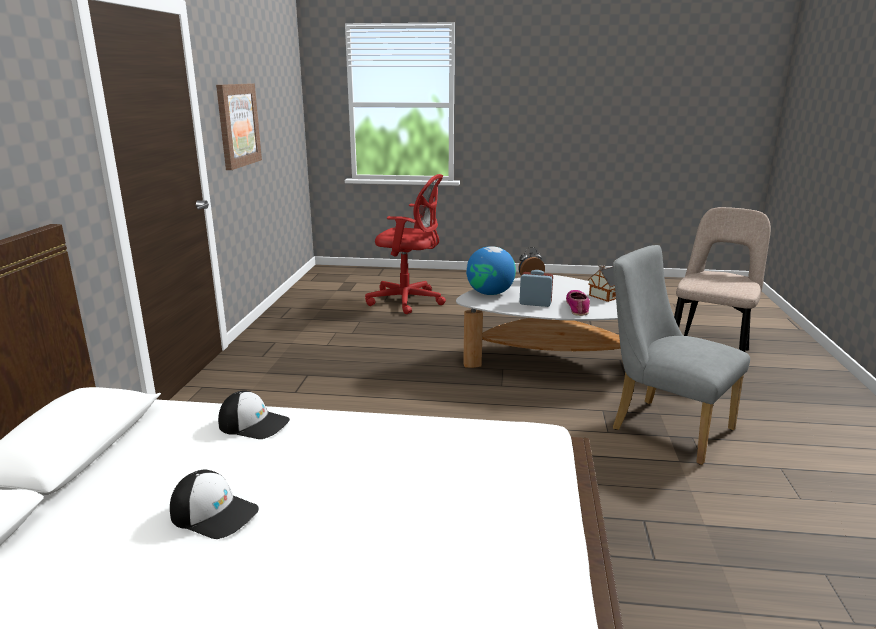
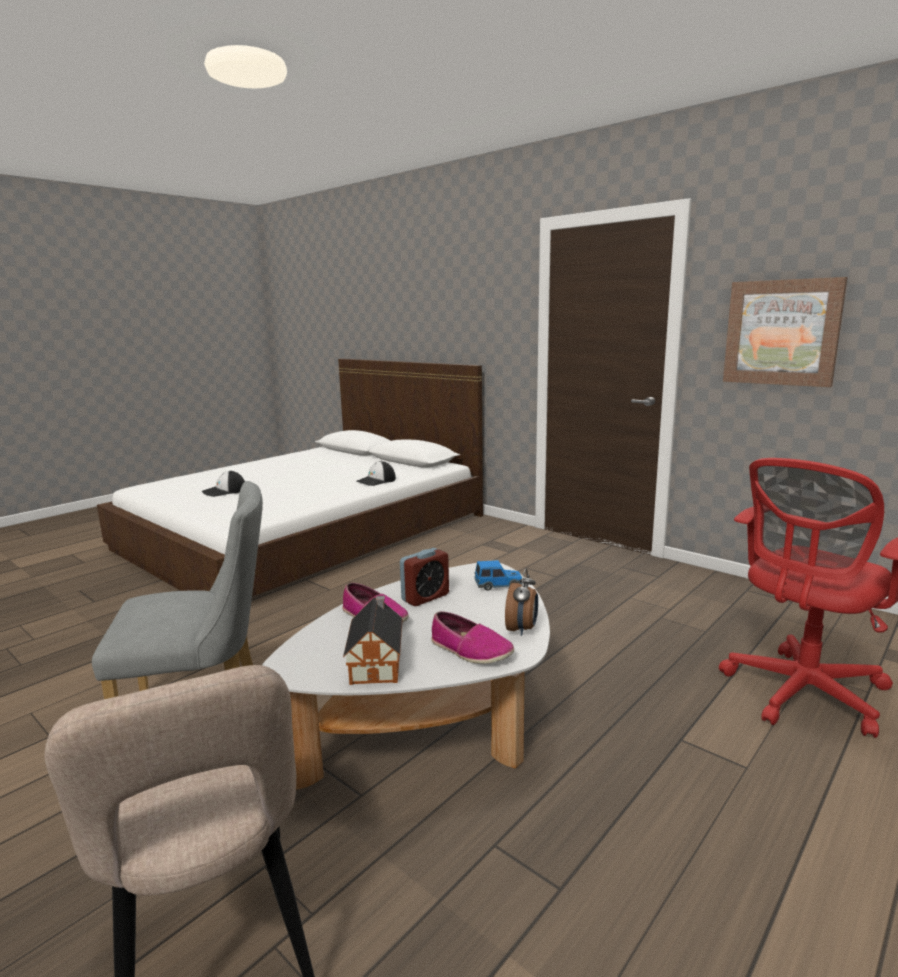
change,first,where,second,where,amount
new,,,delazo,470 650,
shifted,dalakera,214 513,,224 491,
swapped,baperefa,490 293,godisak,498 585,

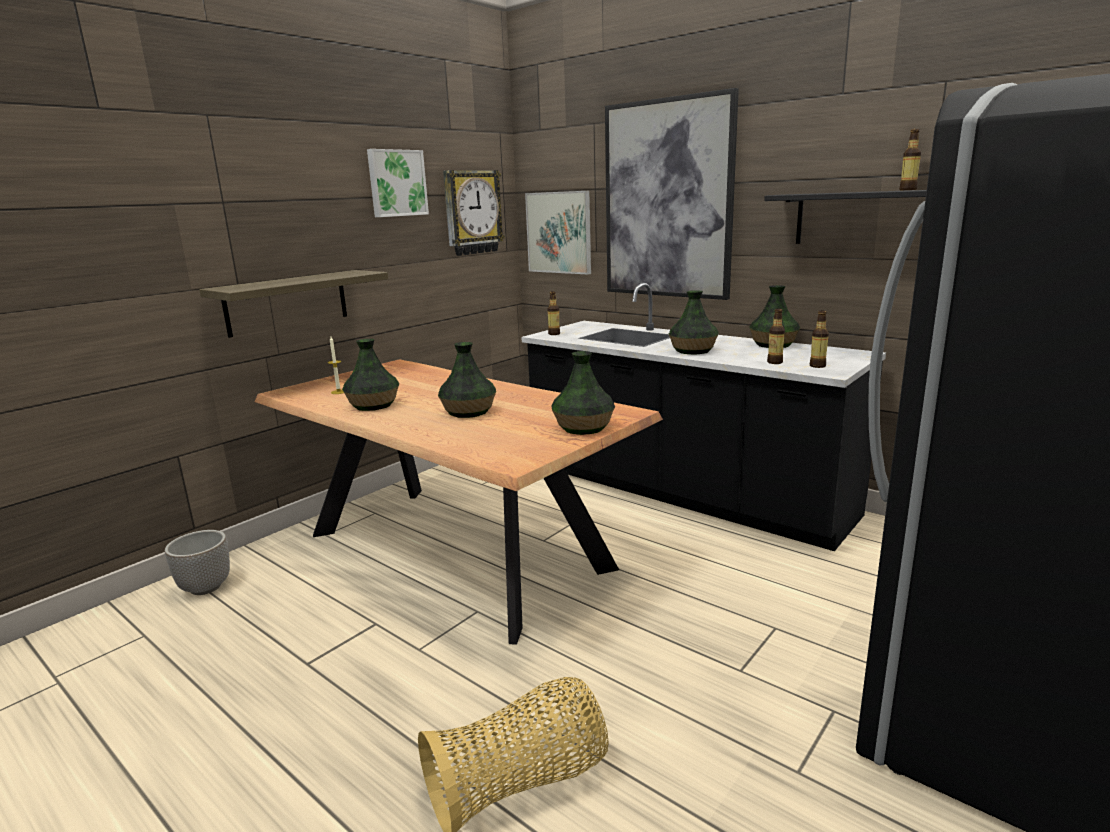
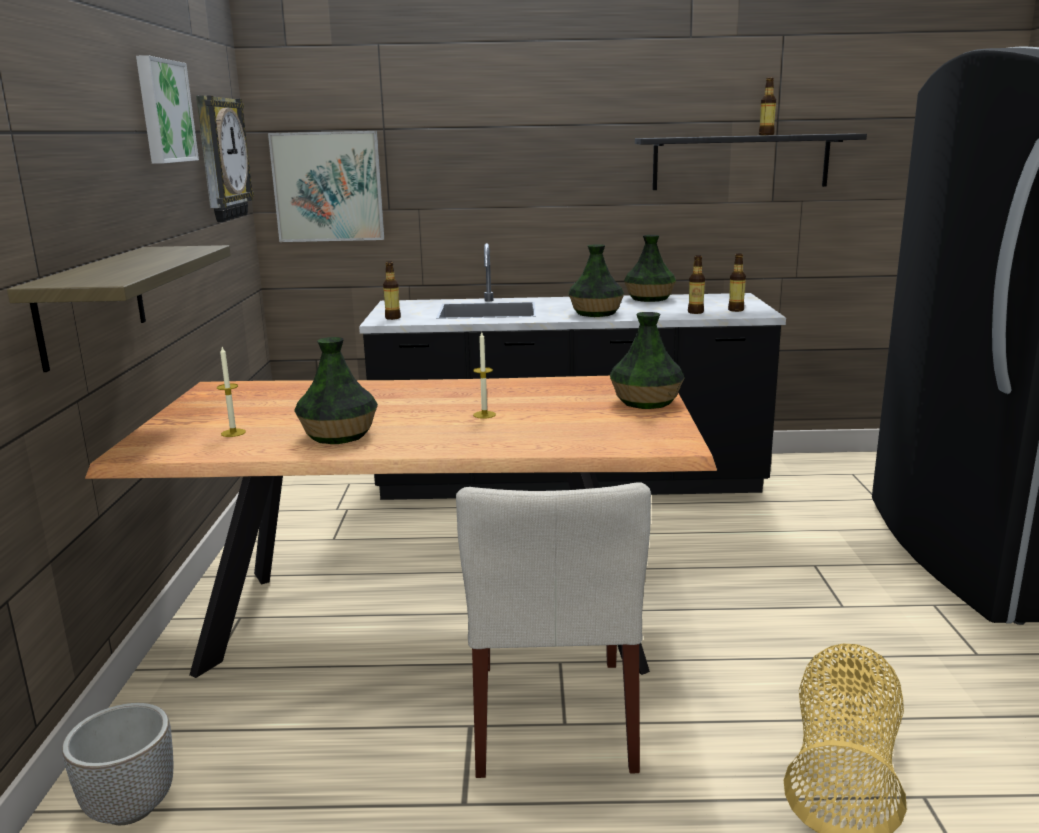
change,first,where,second,where,amount
gone,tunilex,667 200,,,
new,,,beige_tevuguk,553 716,
swapped,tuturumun,468 411,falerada,484 414,

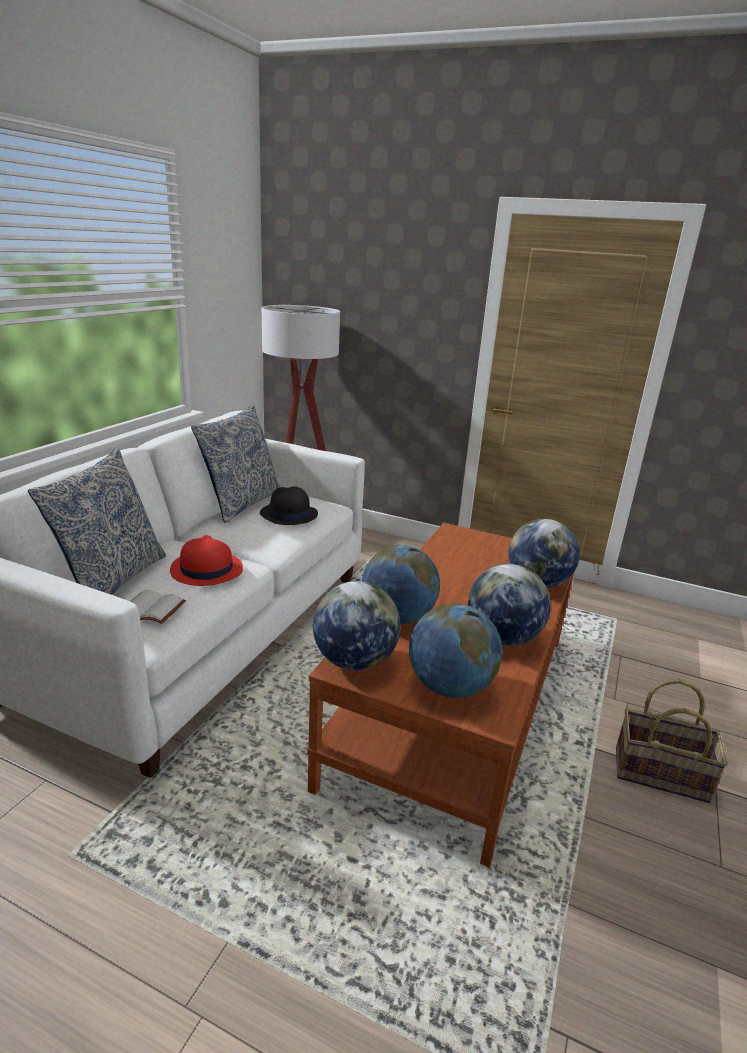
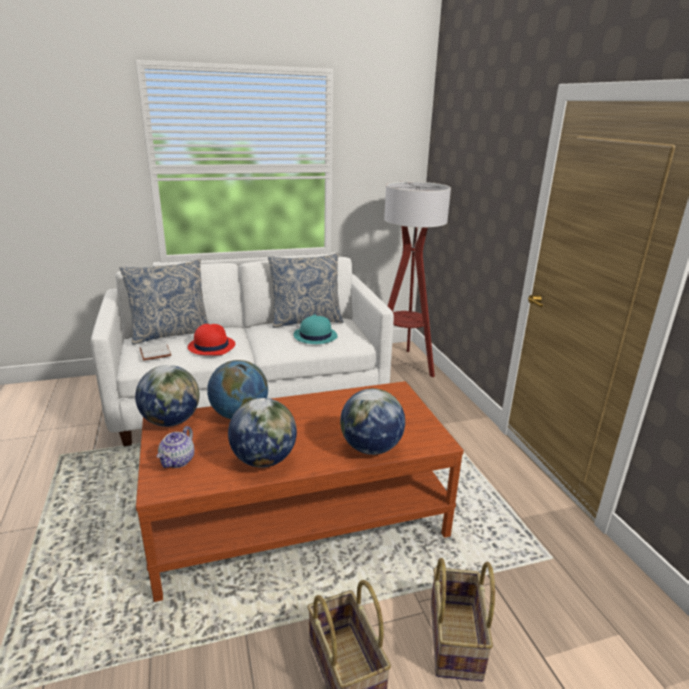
change,first,where,second,where,amount
new,,,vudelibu,456 639,
swapped,baperefa,450 687,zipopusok,178 461,
repainted,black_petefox,288 514,turquoise_petefox,315 336,

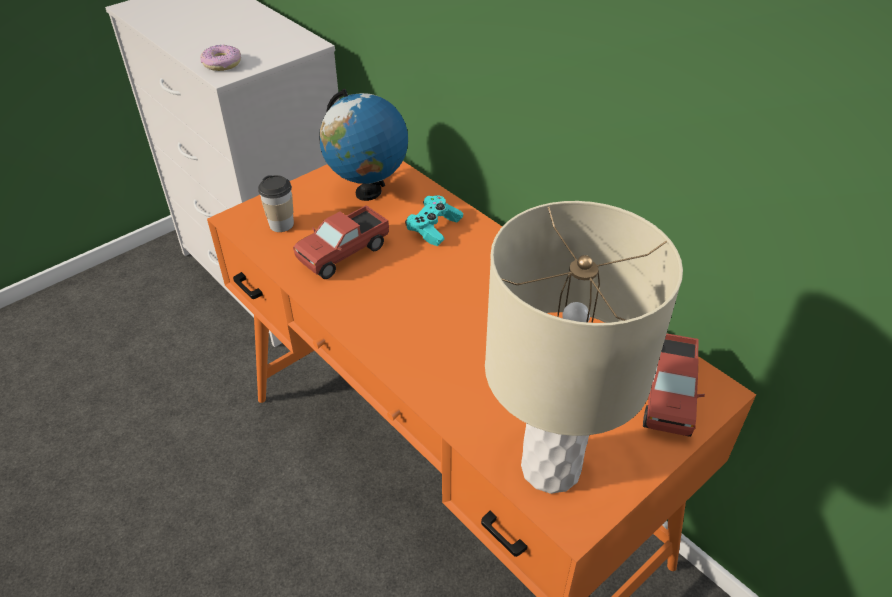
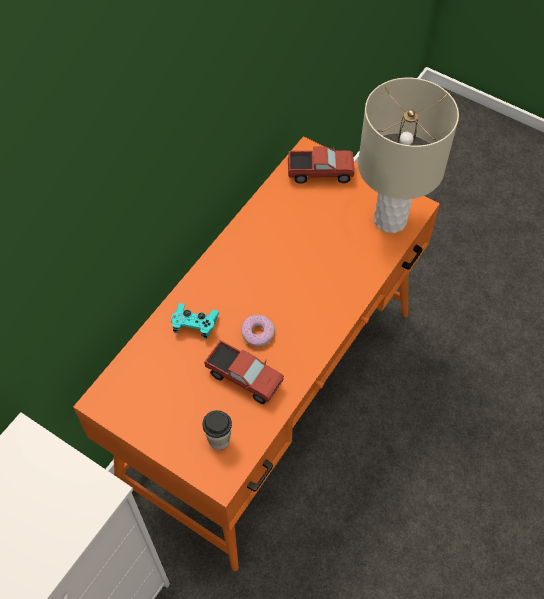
change,first,where,second,where,amount
gone,baperefa,368 193,,,
shifted,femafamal,222 64,,258 333,

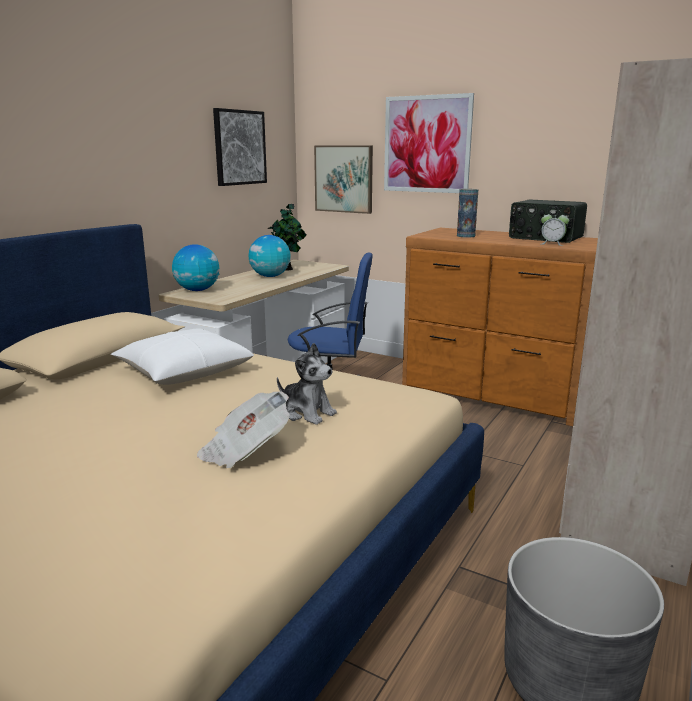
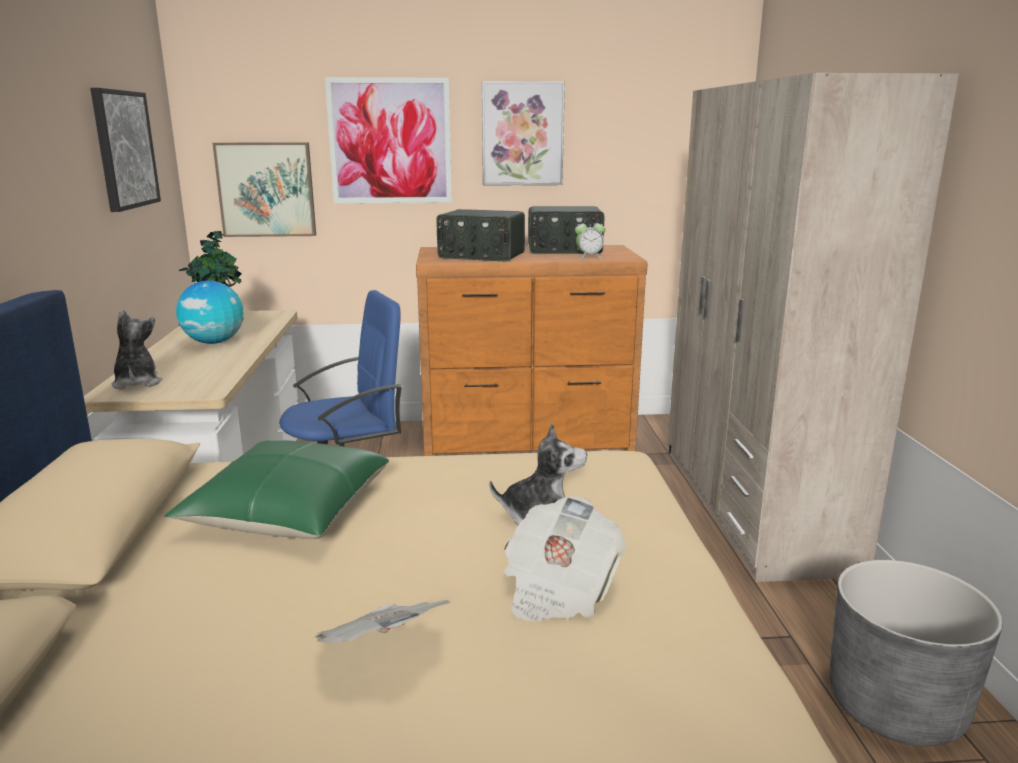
change,first,where,second,where,amount
new,,,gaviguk,384 650,
new,,,tunilex,522 134,
swapped,baperefa,197 290,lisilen,137 383,
swapped,tuturumun,466 236,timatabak,481 256,
repainted,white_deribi,184 372,green_deribi,288 512,

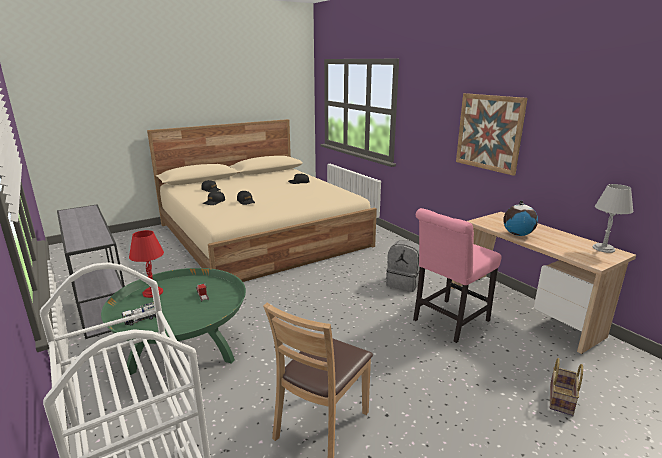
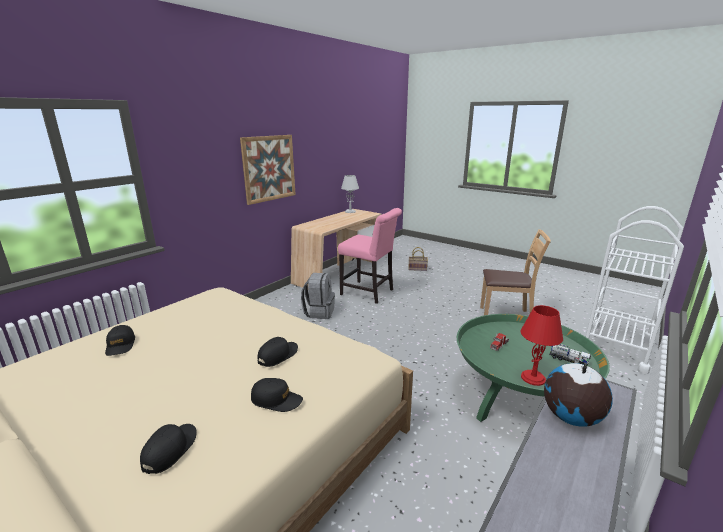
change,first,where,second,where,amount
shifted,baperefa,517 234,,570 418,

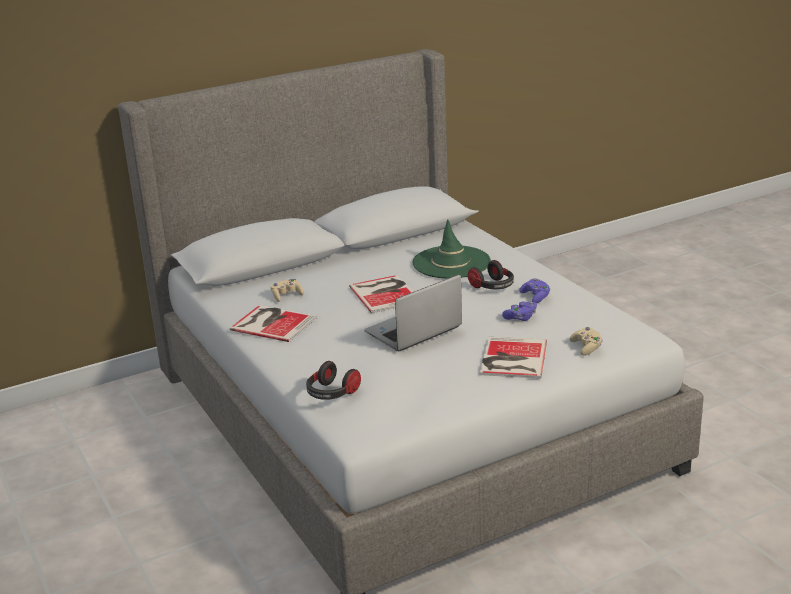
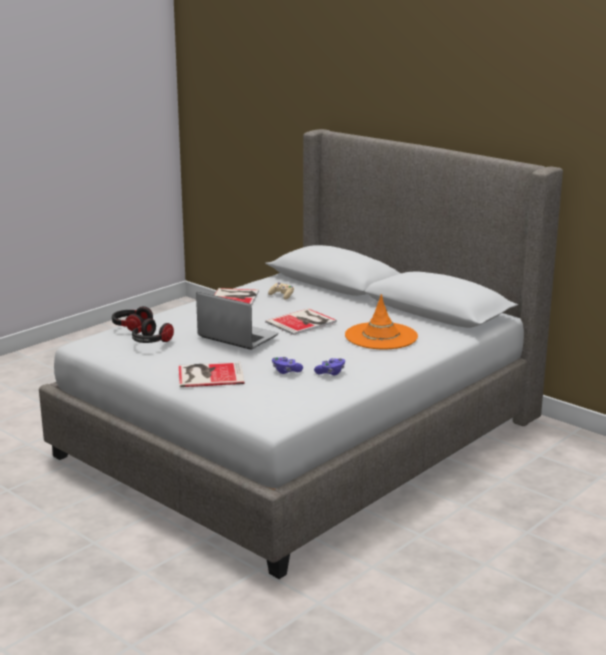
change,first,where,second,where,amount
gone,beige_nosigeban,586 348,,,
shifted,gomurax,493 287,,151 342,
repainted,green_petefox,451 263,orange_petefox,381 336,

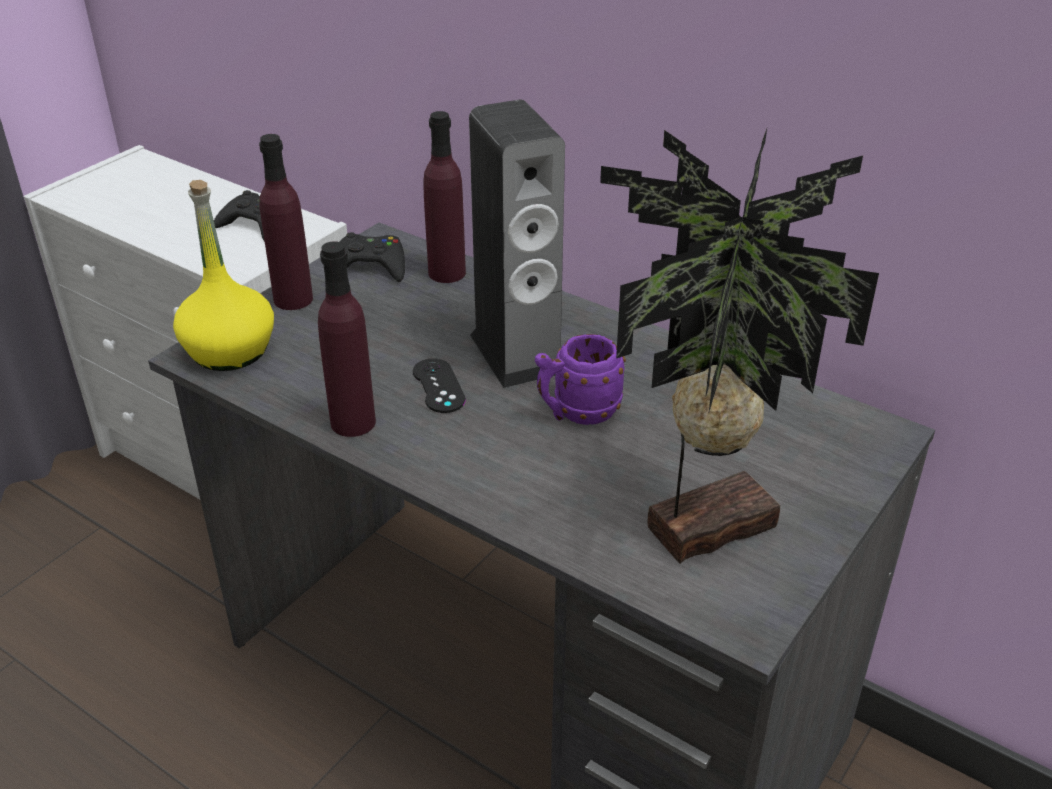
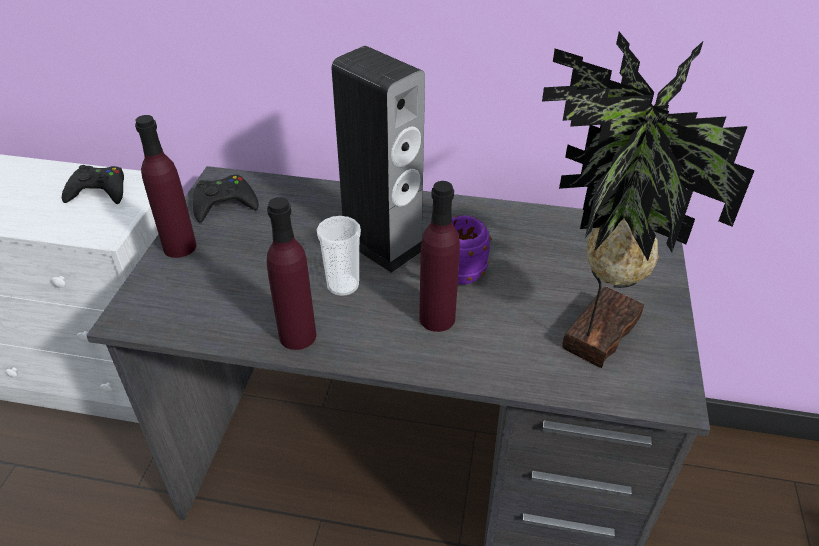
change,first,where,second,where,amount
gone,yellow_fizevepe,230 350,,,
shifted,purple_fizevepe,447 273,,437 318,
swapped,black_nosigeban,438 386,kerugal,343 285,

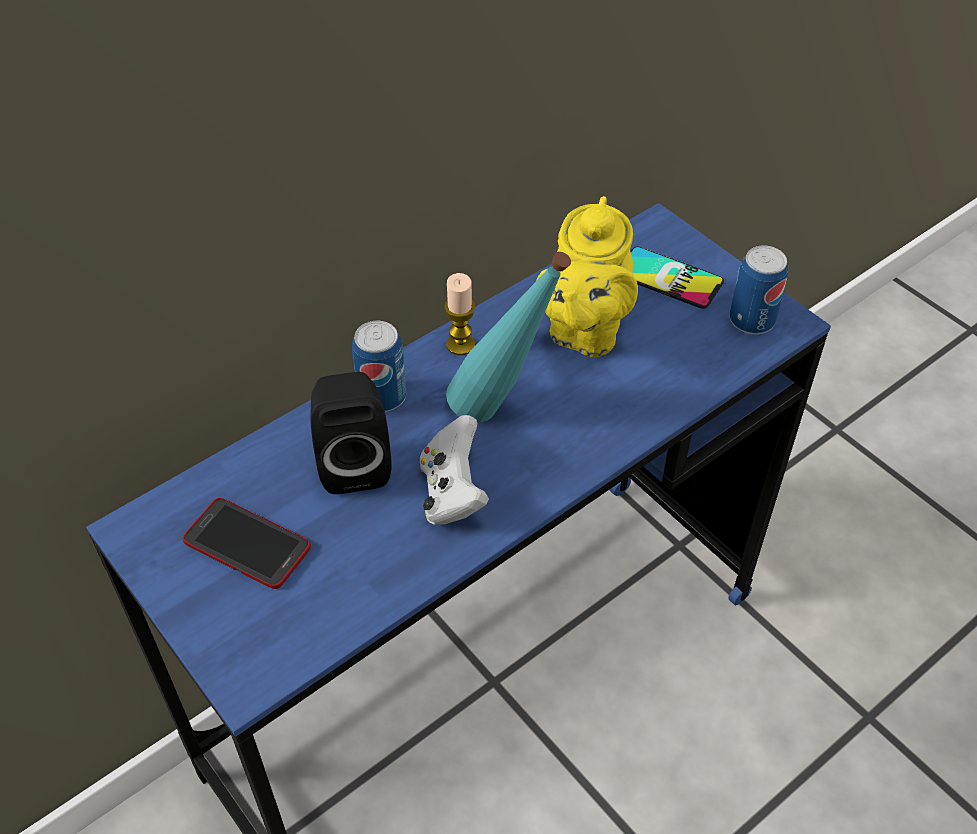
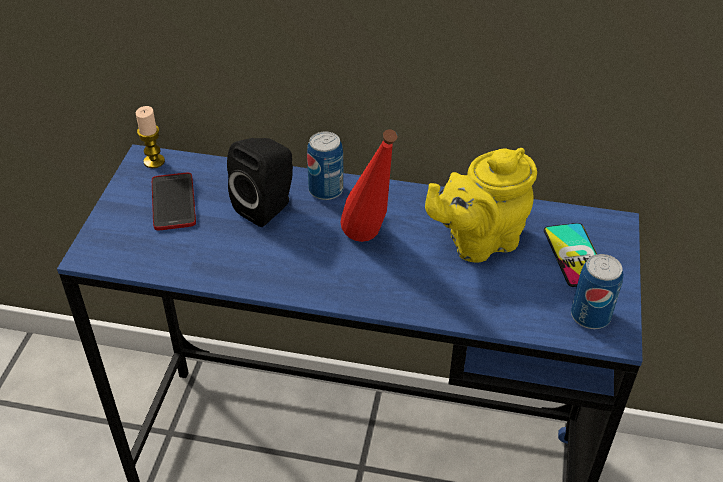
change,first,where,second,where,amount
gone,white_nosigeban,452 493,,,
shifted,falerada,460 345,,154 161,
repainted,turquoise_fizevepe,503 413,red_fizevepe,369 244,

